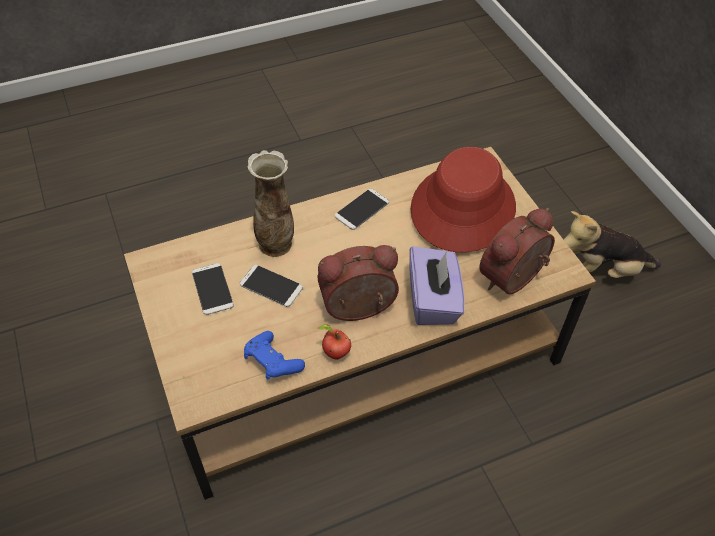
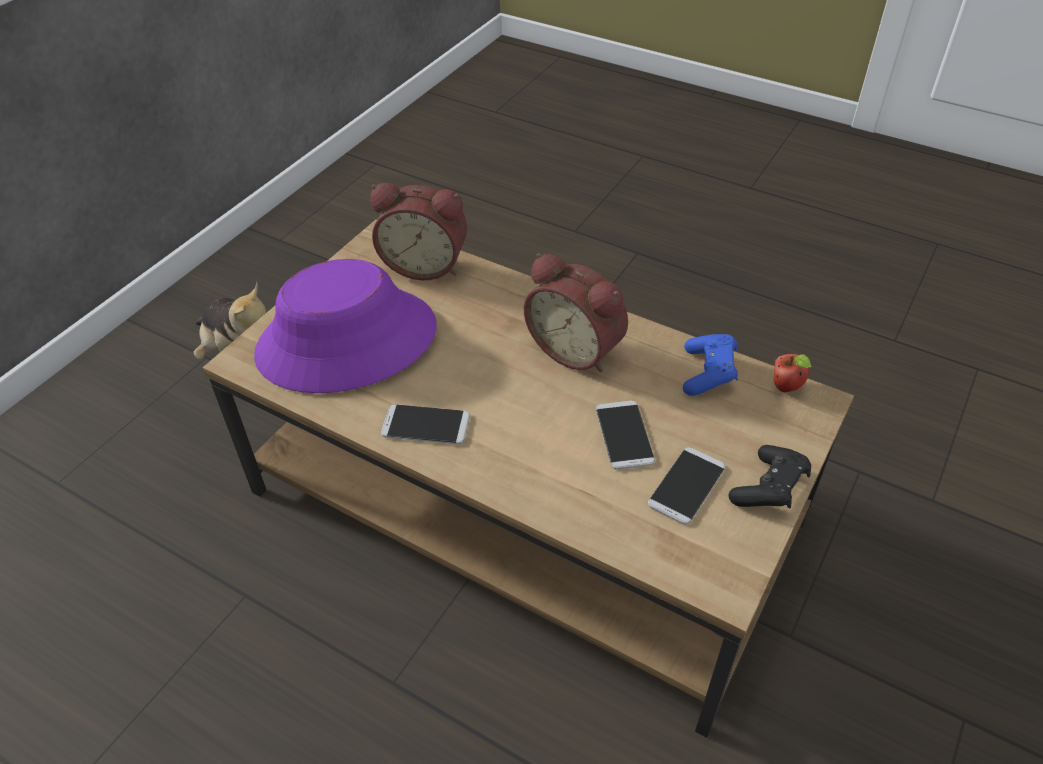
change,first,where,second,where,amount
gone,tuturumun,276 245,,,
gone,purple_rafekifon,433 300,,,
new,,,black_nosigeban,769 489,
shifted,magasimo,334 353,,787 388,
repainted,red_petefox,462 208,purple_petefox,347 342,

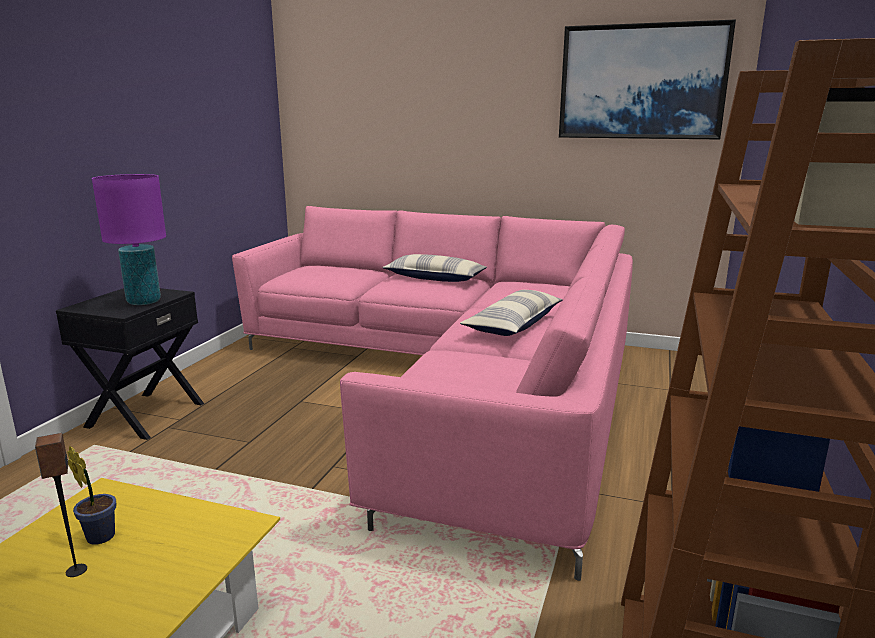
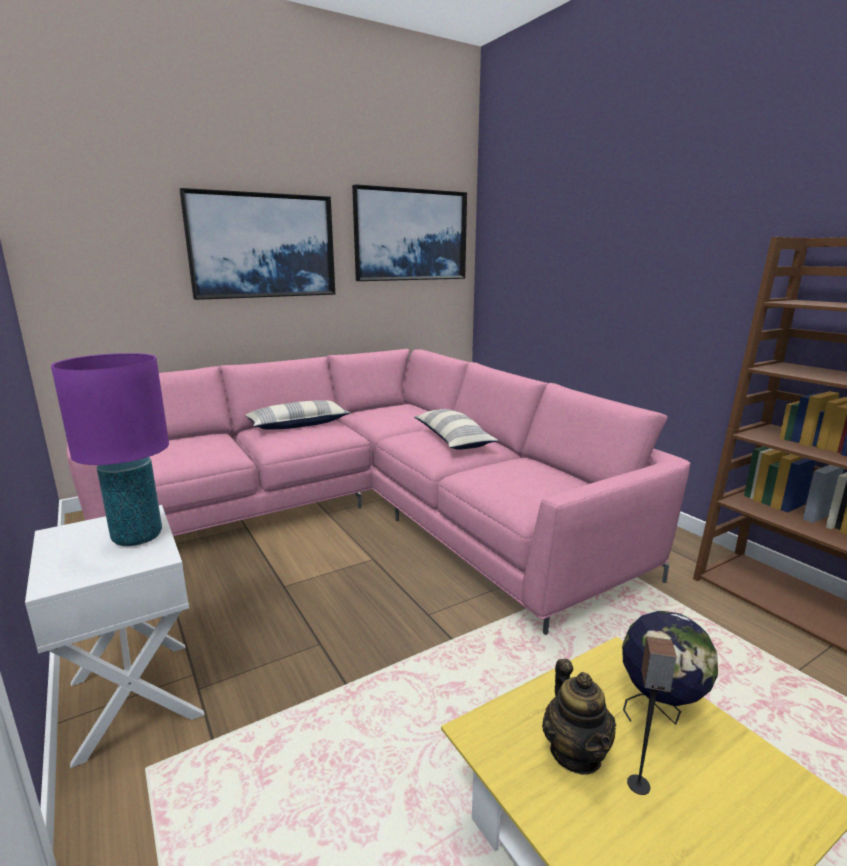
change,first,where,second,where,amount
new,,,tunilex,262 246,
new,,,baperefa,659 711,
swapped,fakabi,99 535,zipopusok,576 753,
repainted,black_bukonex,144 414,white_bukonex,132 698,

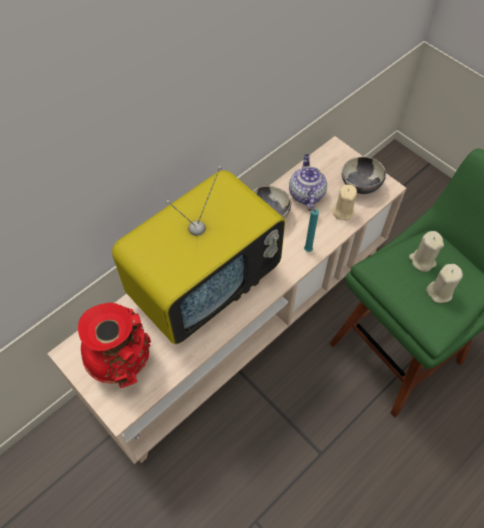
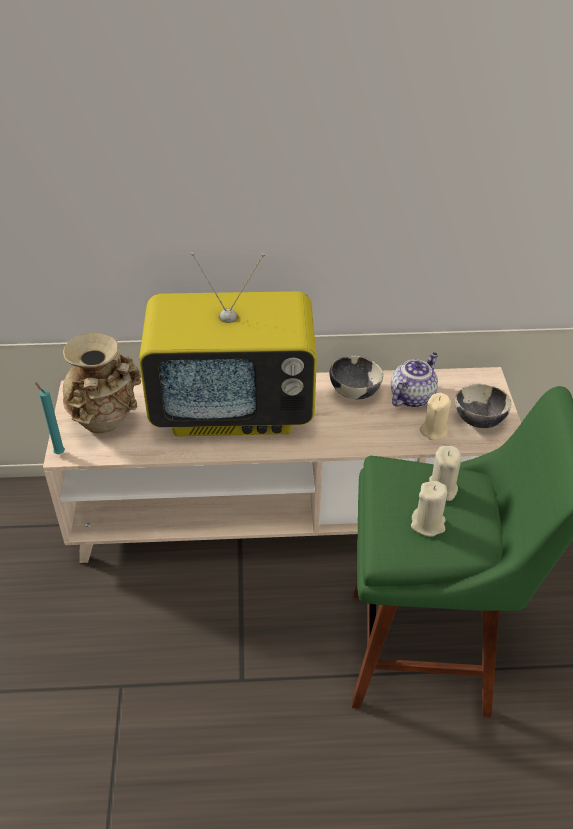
change,first,where,second,where,amount
shifted,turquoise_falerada,306 250,,58 452,
repainted,red_tuturumun,124 363,beige_tuturumun,106 422,

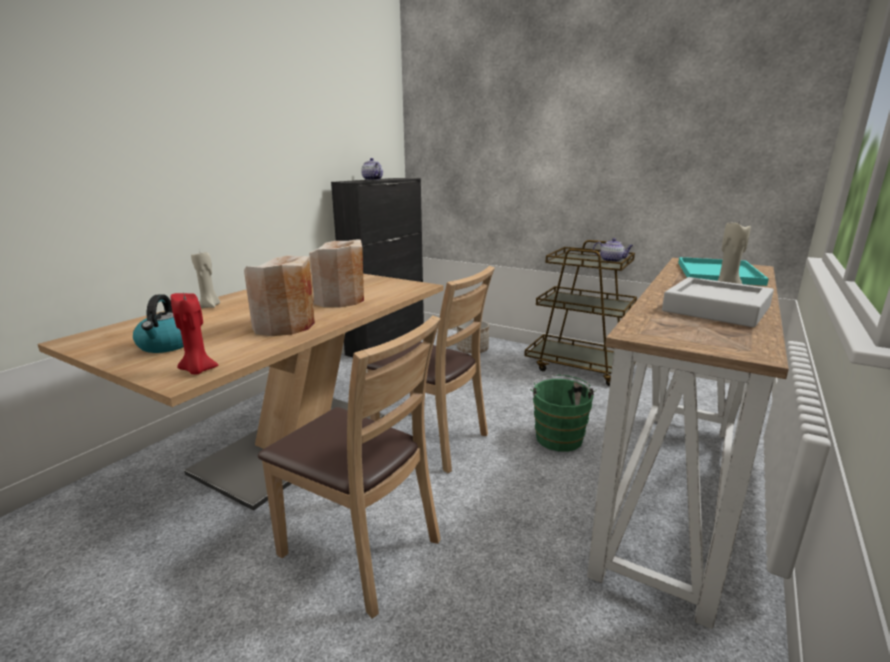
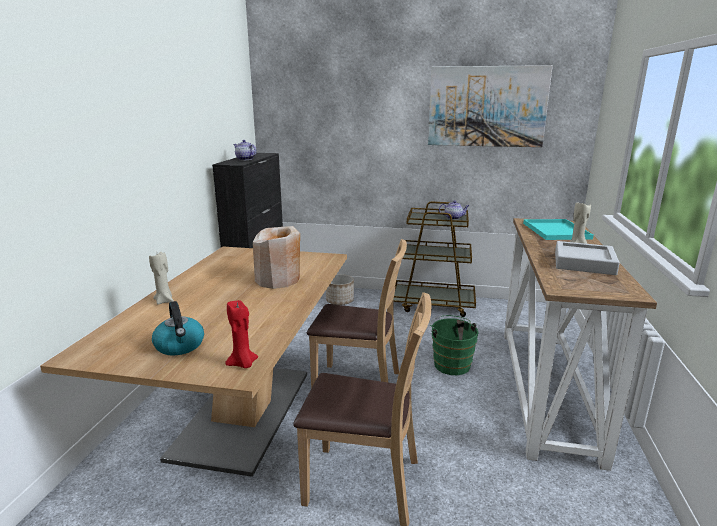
change,first,where,second,where,amount
gone,beige_tuturumun,284 326,,,
new,,,tunilex,487 107,

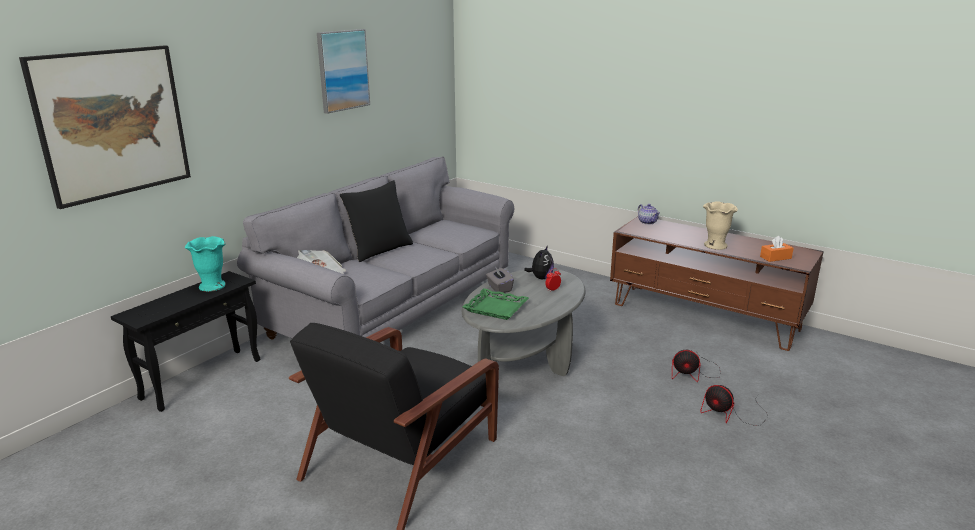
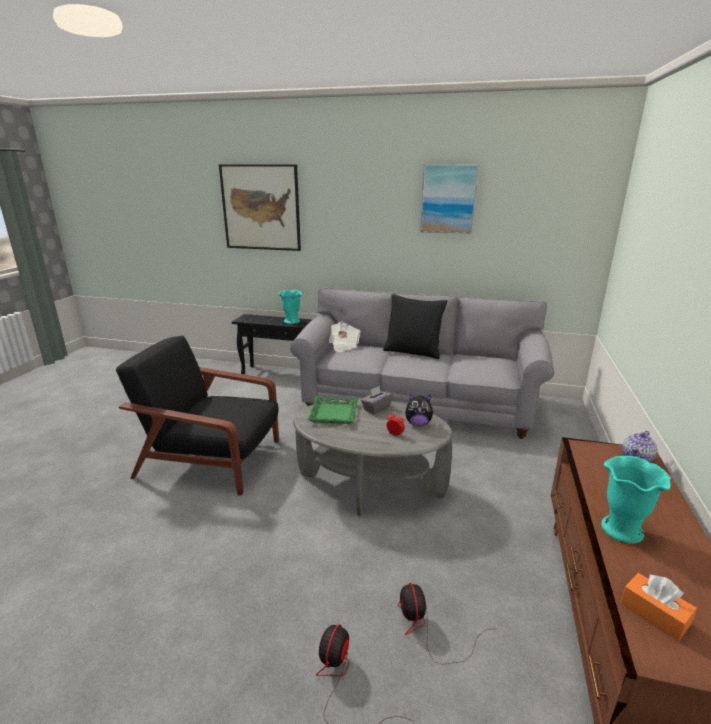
change,first,where,second,where,amount
repainted,beige_tuturumun,715 245,turquoise_tuturumun,622 530,

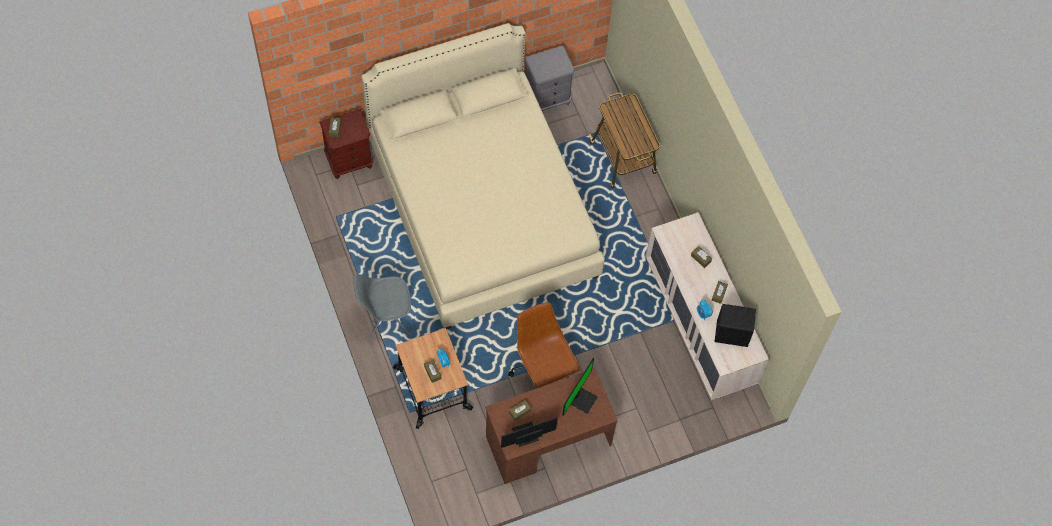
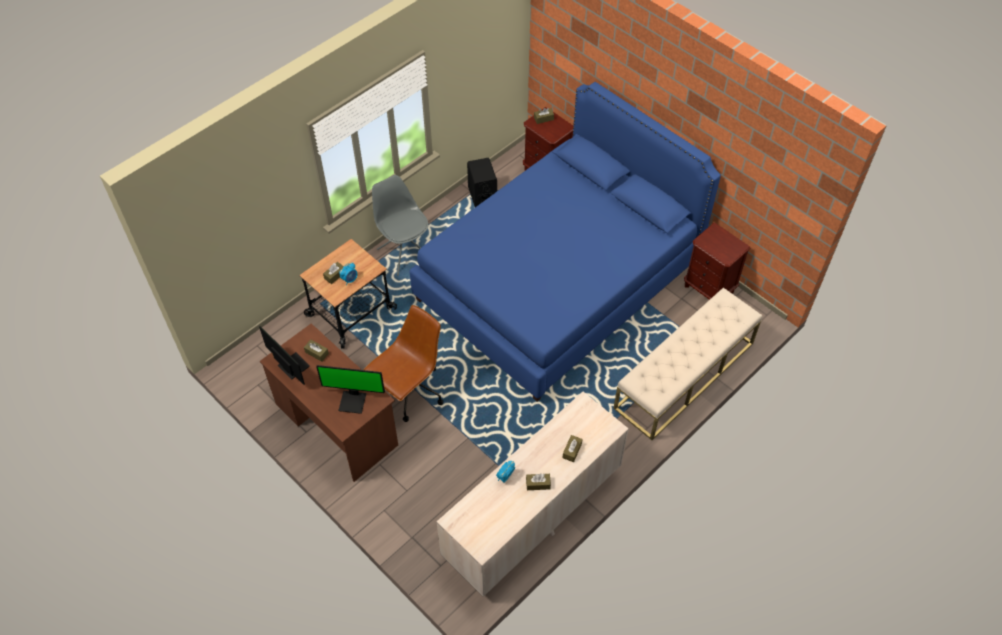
change,first,where,second,where,amount
shifted,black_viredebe,731 333,,482 196,
swapped,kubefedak,623 159,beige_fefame,684 376,
repainted,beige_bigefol,482 208,blue_bigefol,557 281,
repainted,grey_bukonex,547 98,brown_bukonex,709 288,

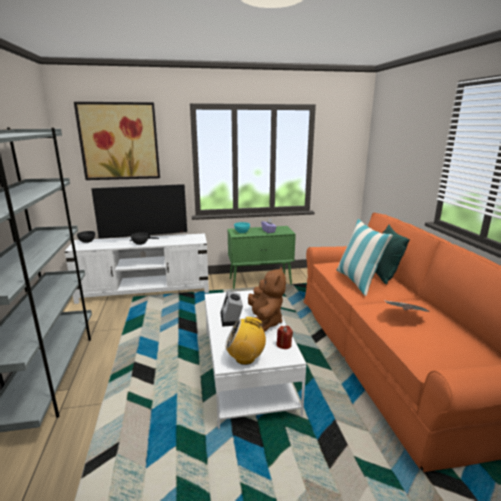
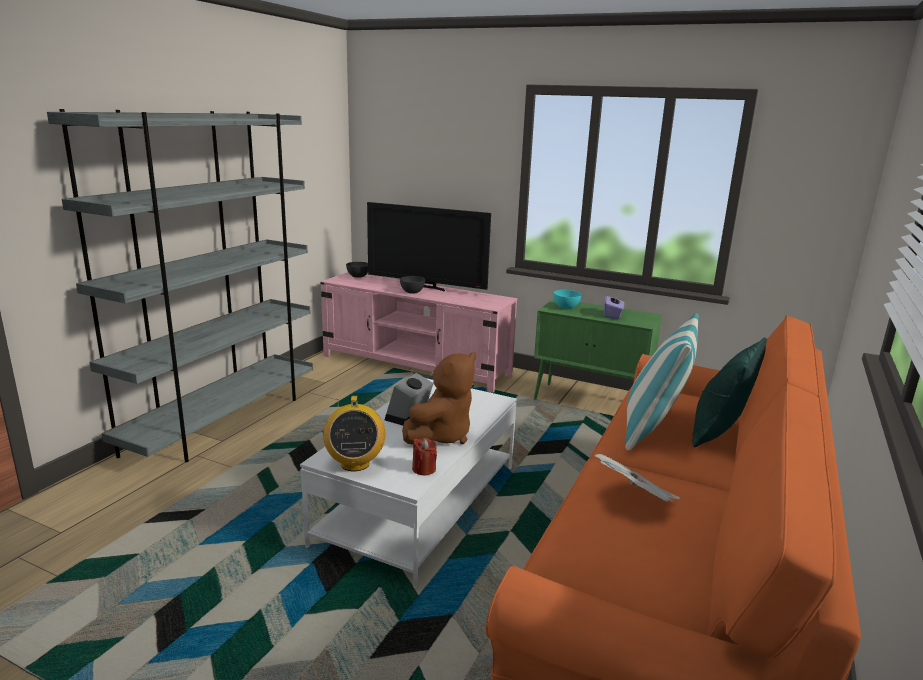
change,first,where,second,where,amount
gone,tunilex,119 141,,,
repainted,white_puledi,145 291,pink_puledi,416 366,
rotated,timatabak,245 358,,355 463,135 degrees counterclockwise

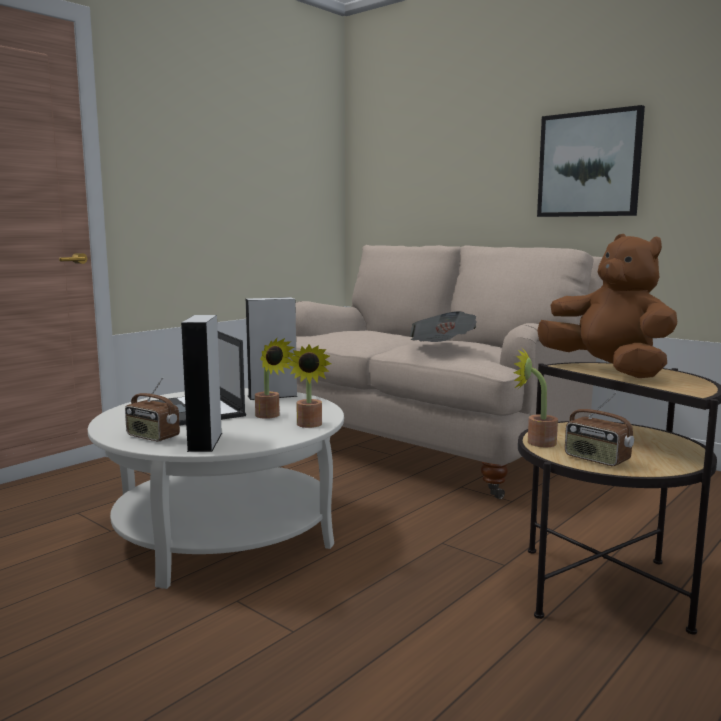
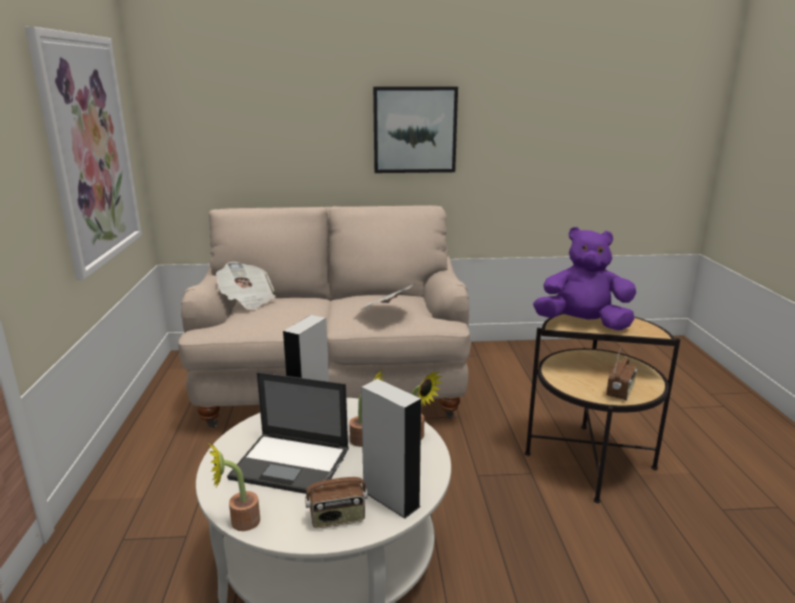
change,first,where,second,where,amount
new,,,tunilex,90 151,
new,,,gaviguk,247 300,
shifted,fakabi,535 442,,239 522,
repainted,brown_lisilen,608 370,purple_lisilen,582 324,
rotated,timatabak,596 459,,620 392,60 degrees counterclockwise

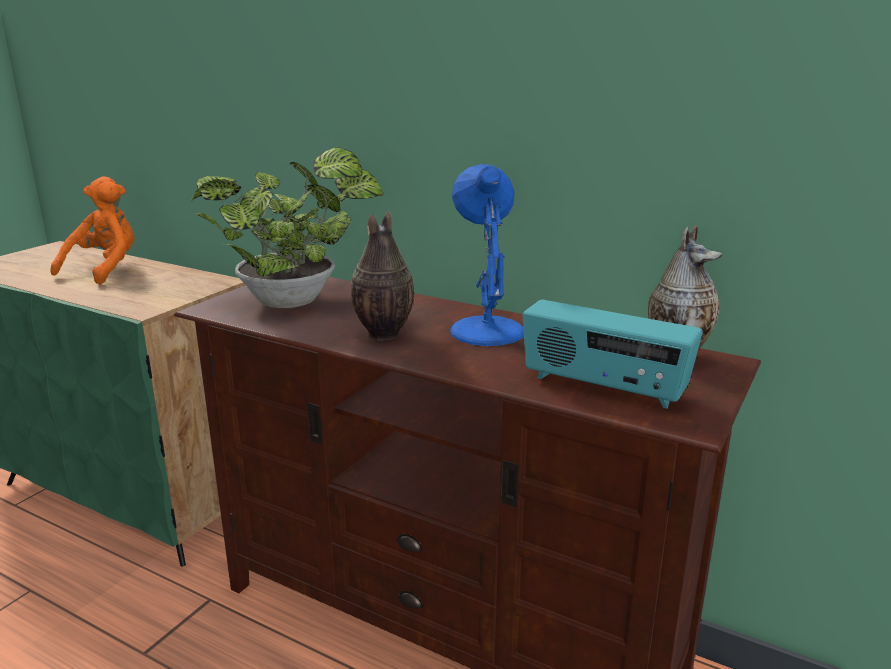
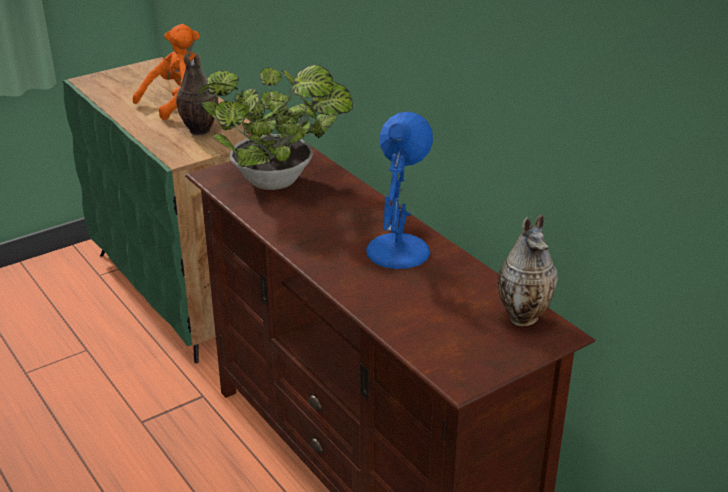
change,first,where,second,where,amount
gone,timatabak,603 388,,,
shifted,tuturumun,382 335,,198 131,

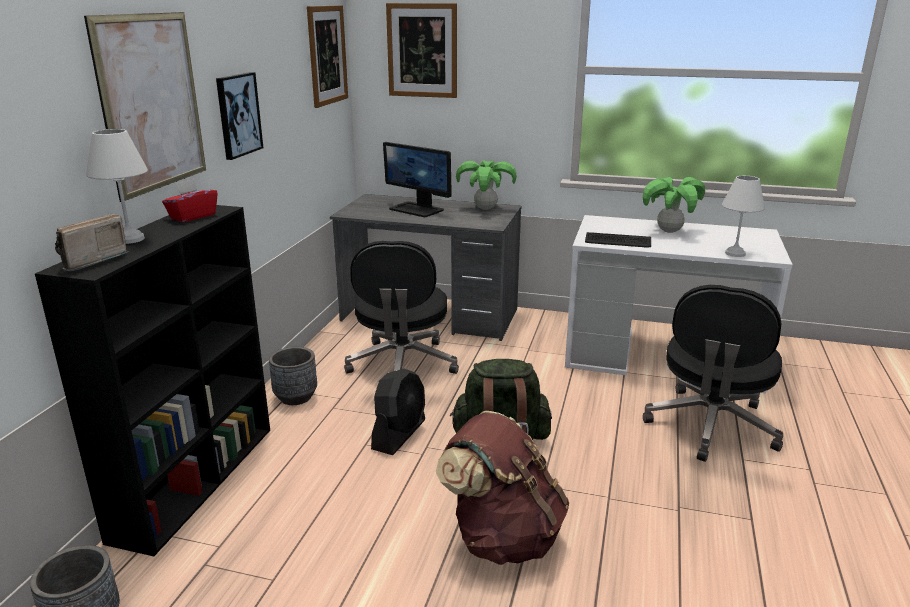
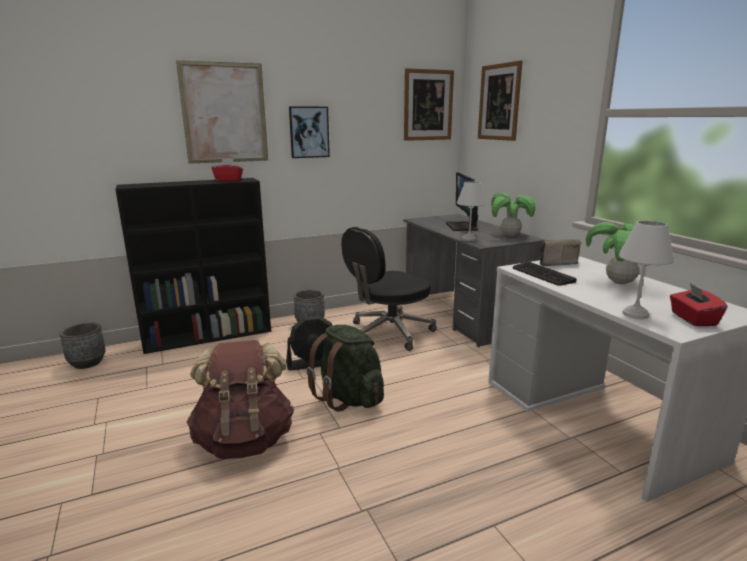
change,first,where,second,where,amount
gone,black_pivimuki,710 426,,,
new,,,red_rafekifon,692 319,
shifted,timatabak,89 261,,554 263,
shifted,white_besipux,129 239,,469 238,

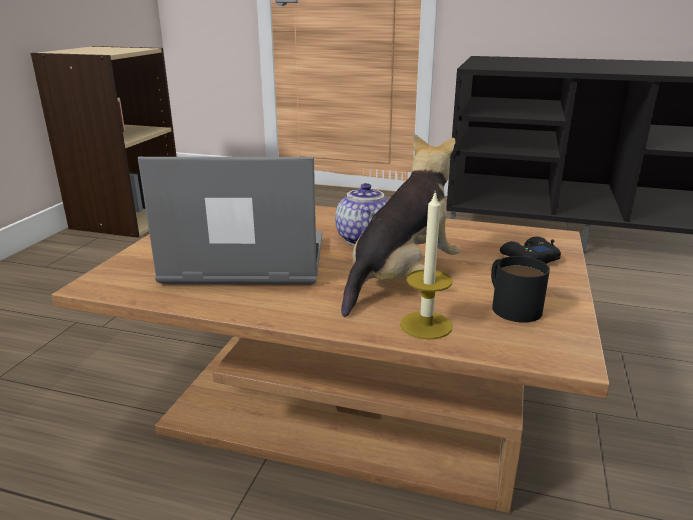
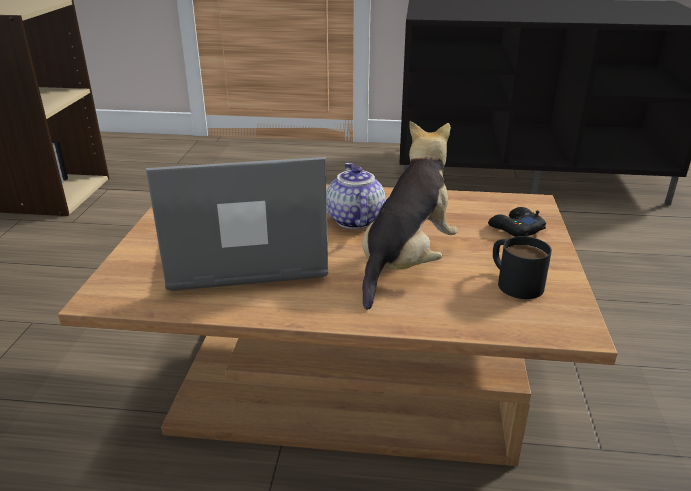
change,first,where,second,where,amount
gone,falerada,426 325,,,

